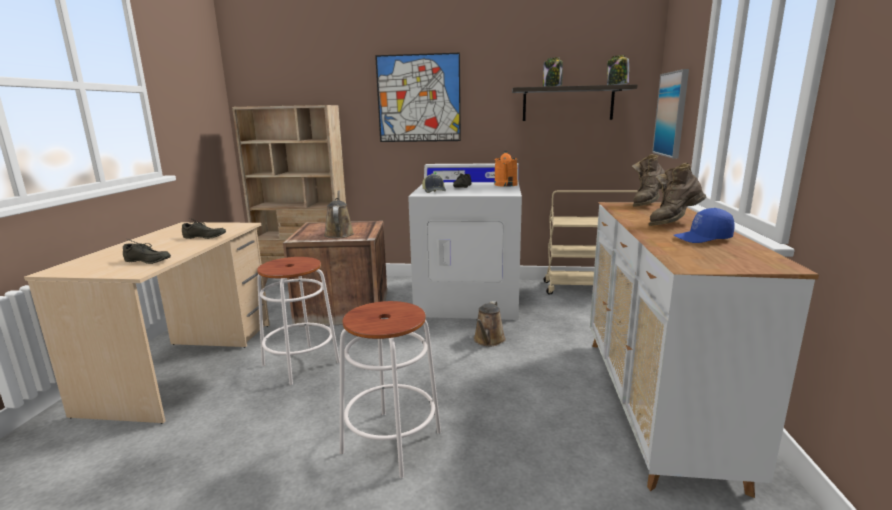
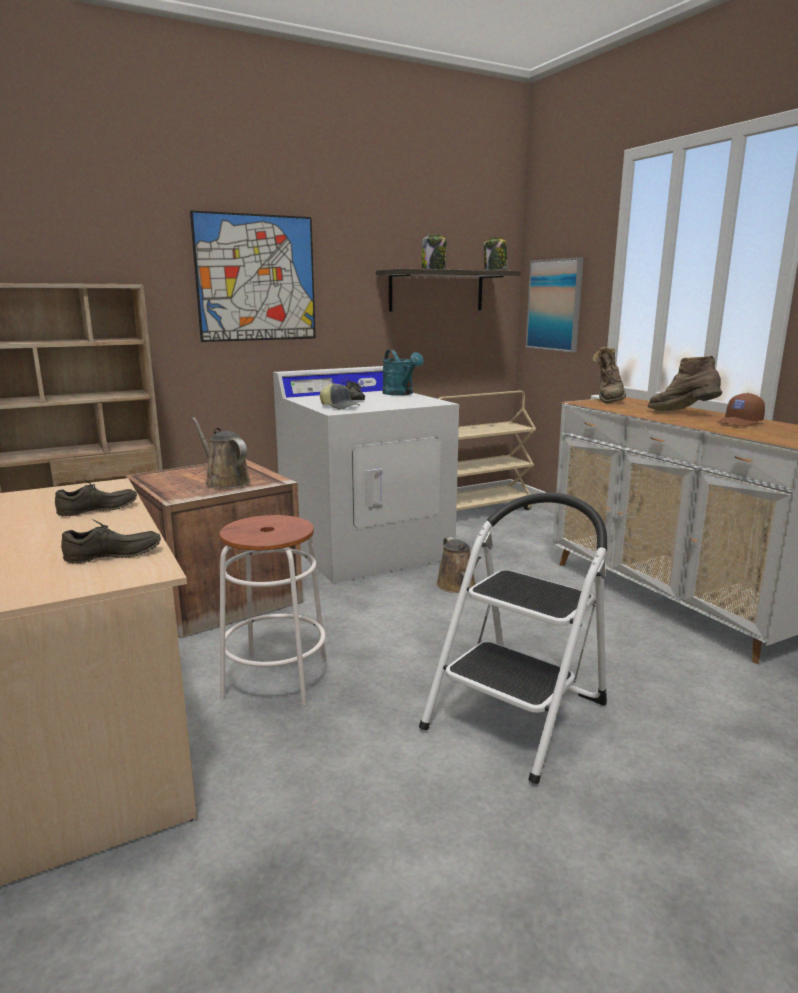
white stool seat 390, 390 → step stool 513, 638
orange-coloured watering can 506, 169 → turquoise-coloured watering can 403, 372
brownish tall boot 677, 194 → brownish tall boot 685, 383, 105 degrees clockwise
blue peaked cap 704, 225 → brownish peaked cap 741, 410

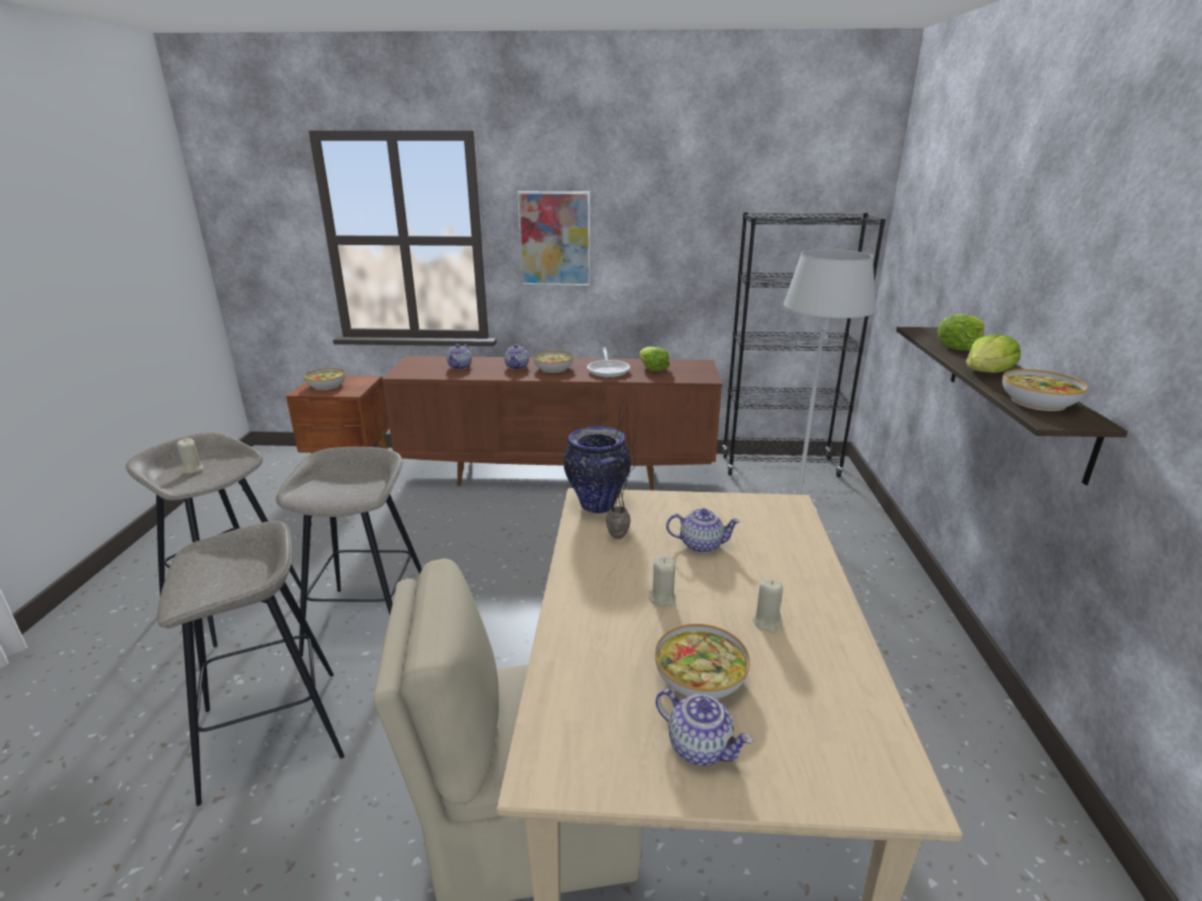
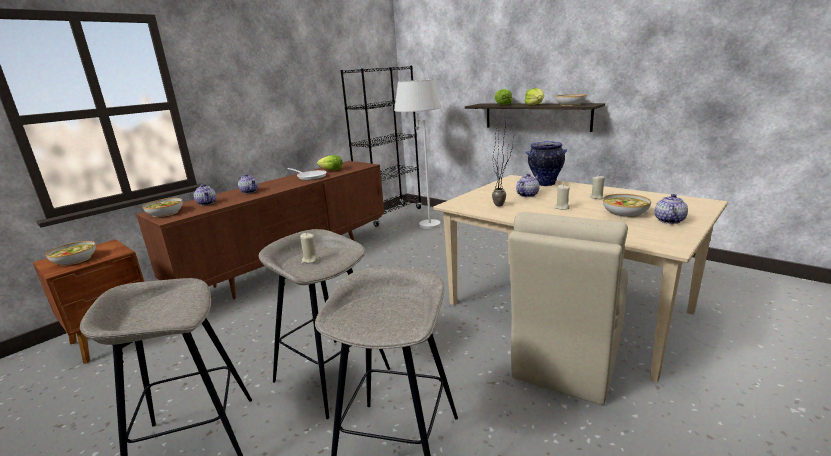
beige wax light 190, 456 → beige wax light 309, 248, shifted
wall picture 554, 238 → -
serving bowl 553, 362 → serving bowl 163, 207, shifted
vase 597, 470 → vase 546, 163, shifted
teapot 704, 727 → teapot 671, 209, 45 degrees counterclockwise

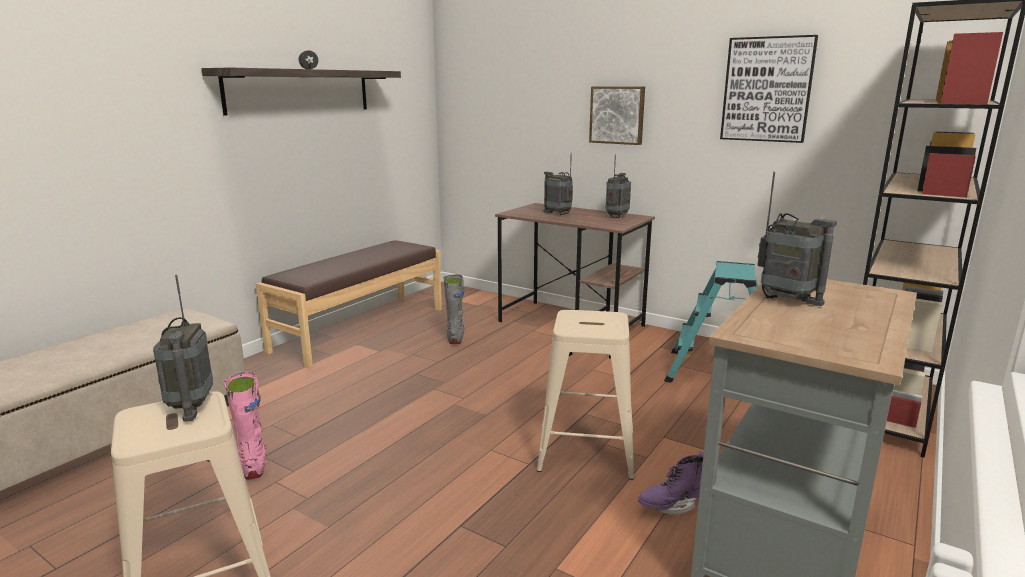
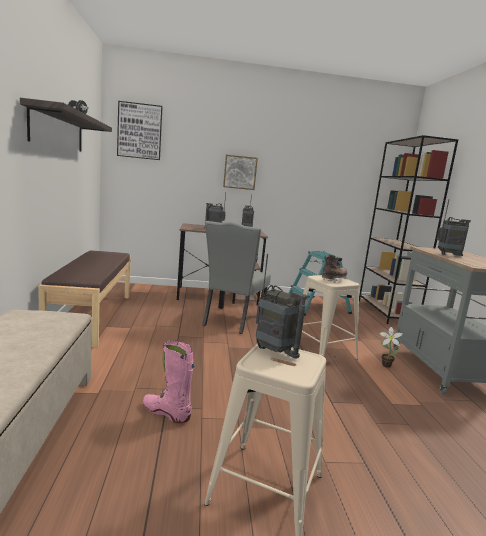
grey tall boot 453, 309 → -
purple tall boot 671, 483 → plant in a pot 391, 347
wall picture 769, 89 → wall picture 140, 130, shifted
- → grey chair 236, 277
- → brownish tall boot 334, 268

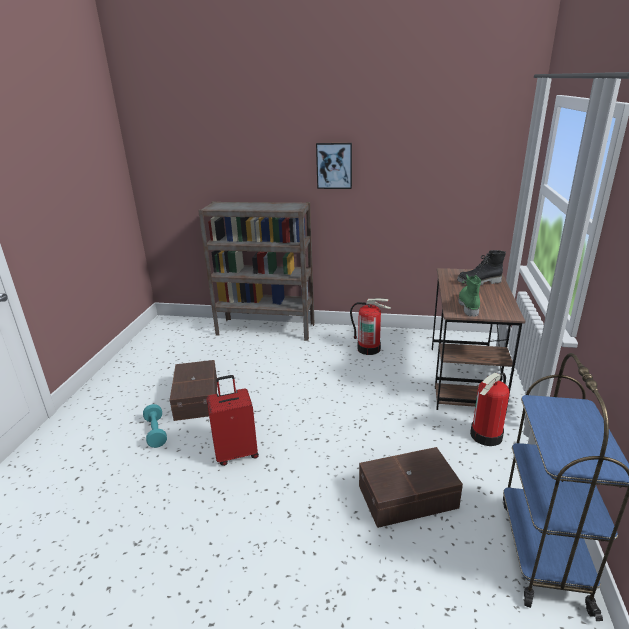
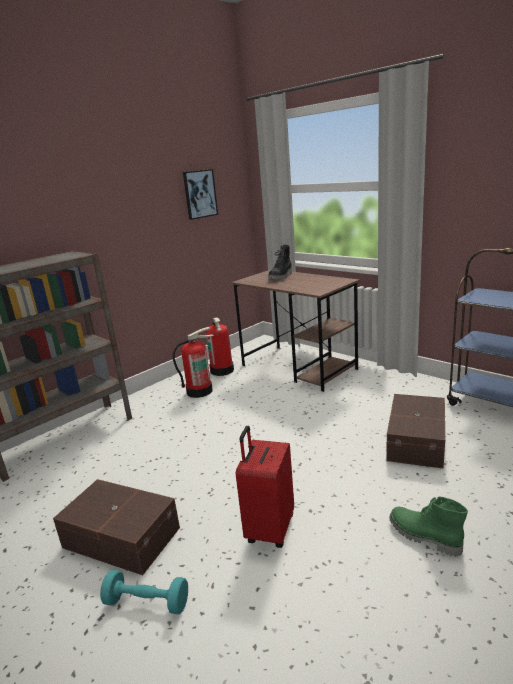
wall picture 334, 166 → wall picture 200, 194, shifted
green-coloured tall boot 470, 295 → green-coloured tall boot 428, 526, shifted
fire-fighting cylinder 490, 409 → fire-fighting cylinder 220, 346, shifted

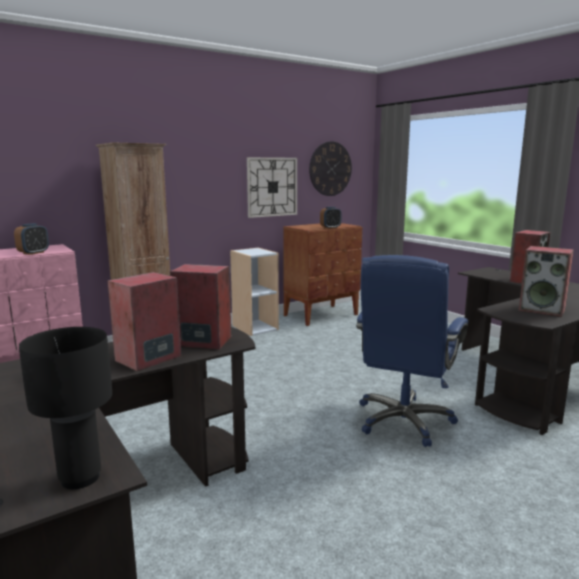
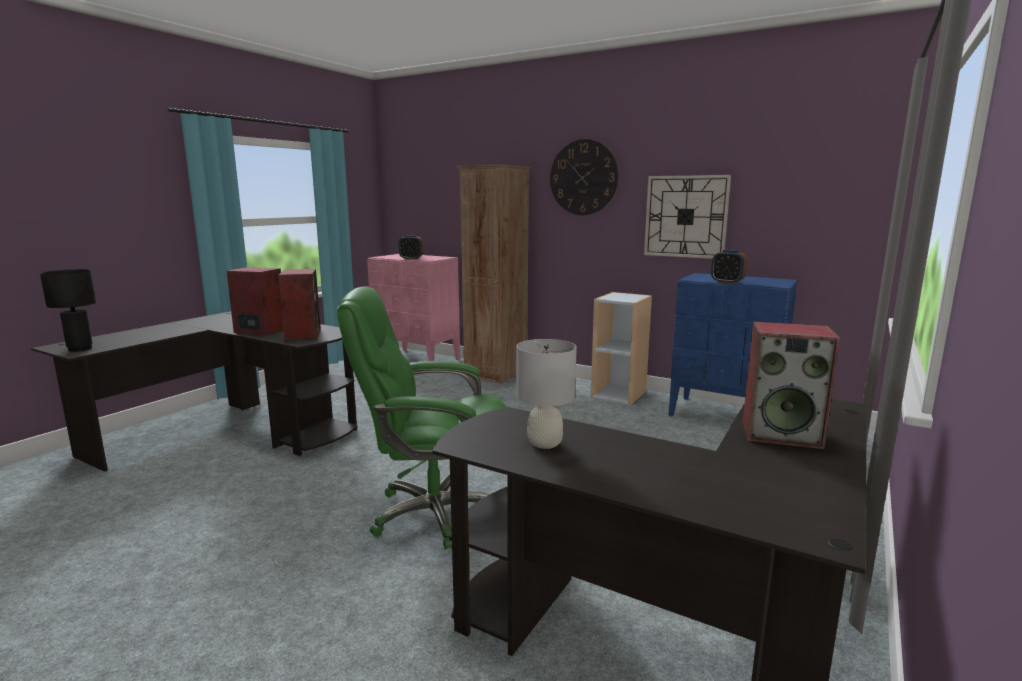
brownish chest of drawers 322, 274 → blue chest of drawers 733, 345
hanging clock 330, 168 → hanging clock 584, 177, shifted
blue computer chair 412, 351 → green-coloured computer chair 421, 417
speaker 546, 281 → grey lamp for a table 546, 394

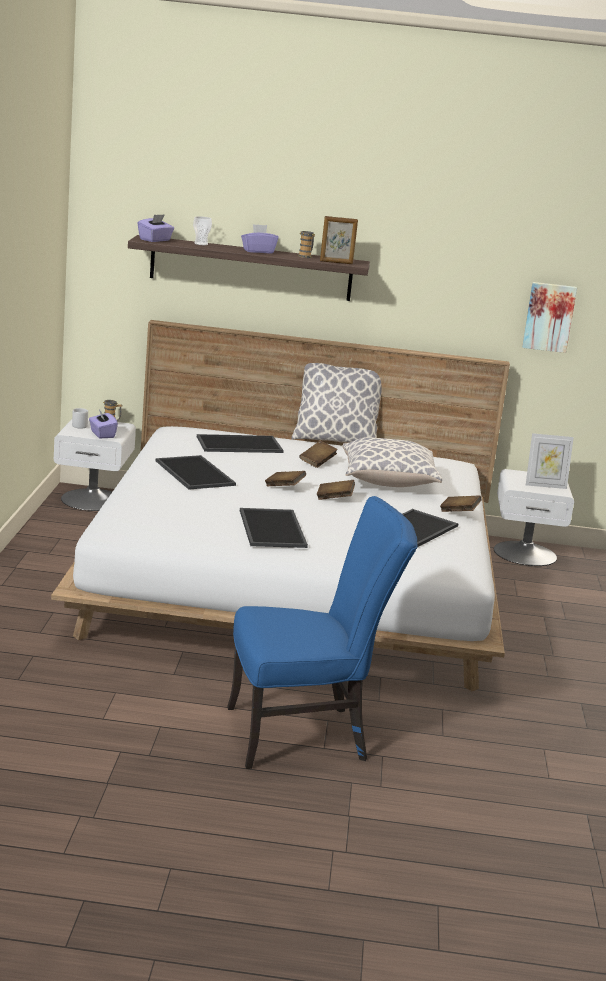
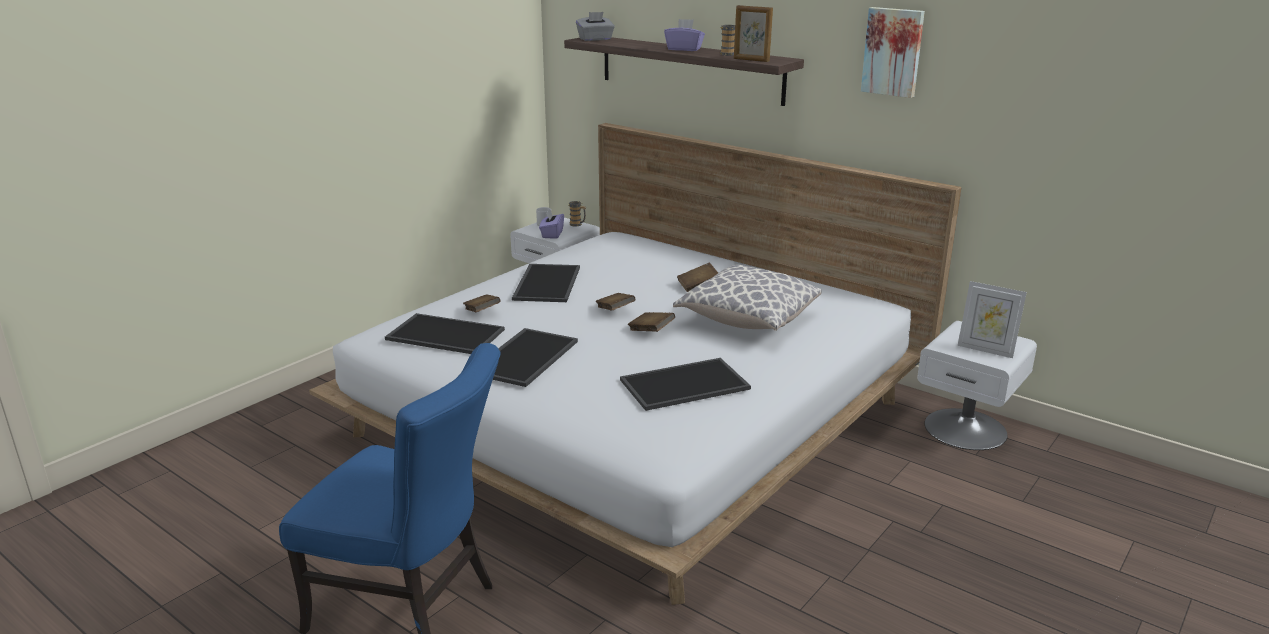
purple tissue holder 156, 228 → grey tissue holder 595, 26
drinking cup 202, 230 → -
tray 240, 443 → tray 445, 333, shifted
throw pillow 336, 403 → -
brownish bound book 460, 504 → brownish bound book 482, 303, shifted
wall picture 549, 317 → wall picture 893, 52, shifted

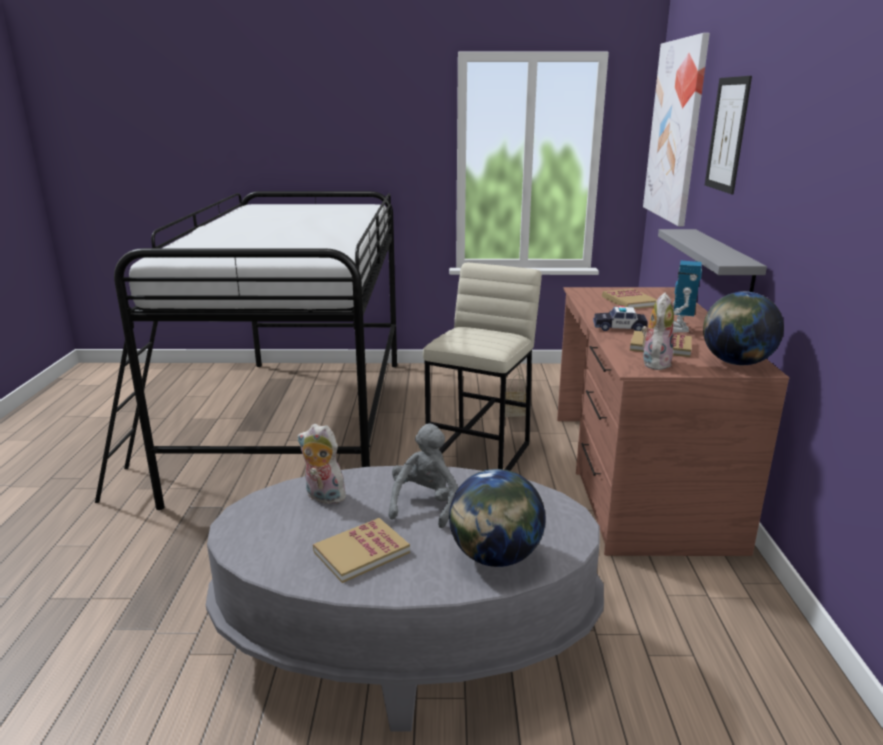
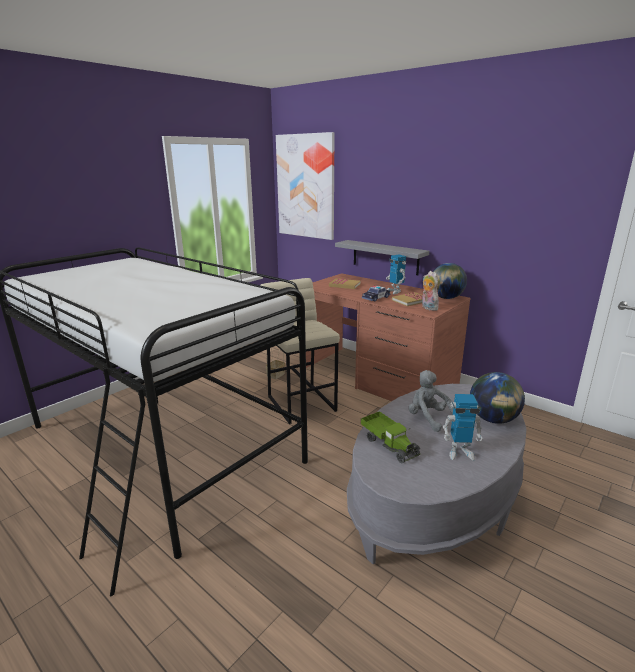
soft toy 321, 464 → toy truck 391, 437
bound book 361, 550 → model robot 463, 427
wall picture 728, 135 → -

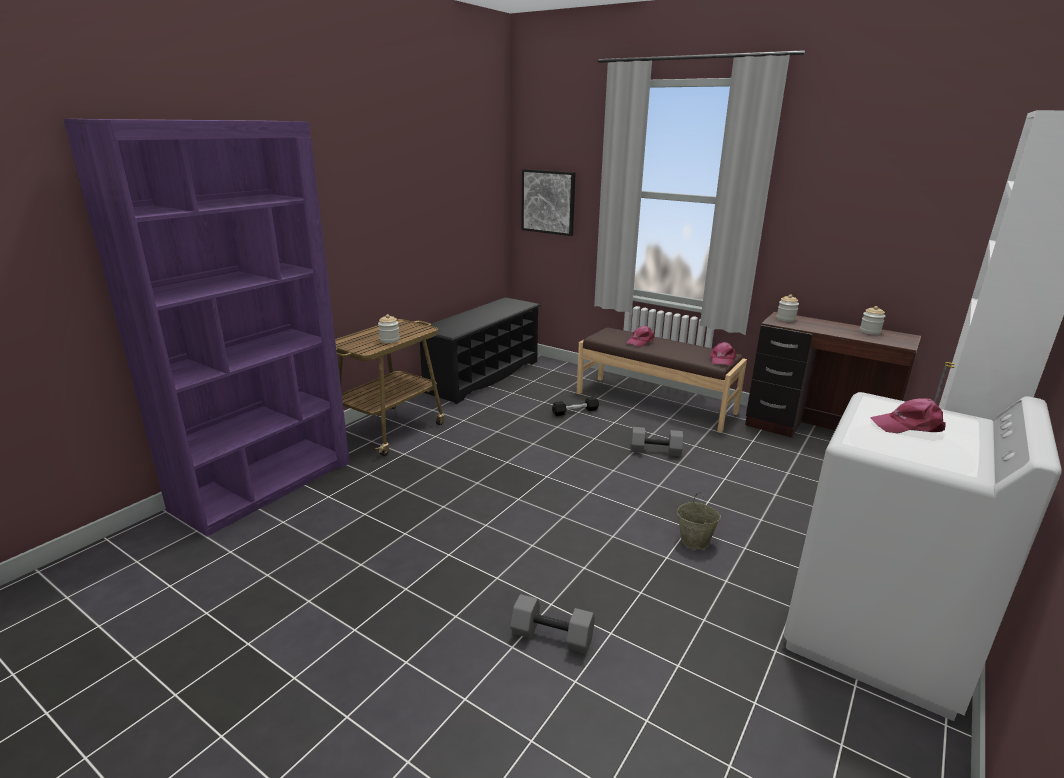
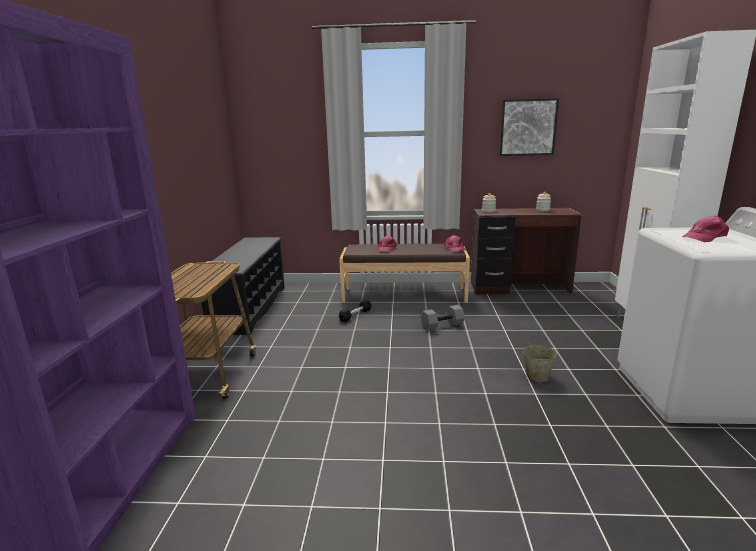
storage jar 389, 328 → -
grey hand weight 552, 624 → -
wall picture 548, 202 → wall picture 529, 127, shifted

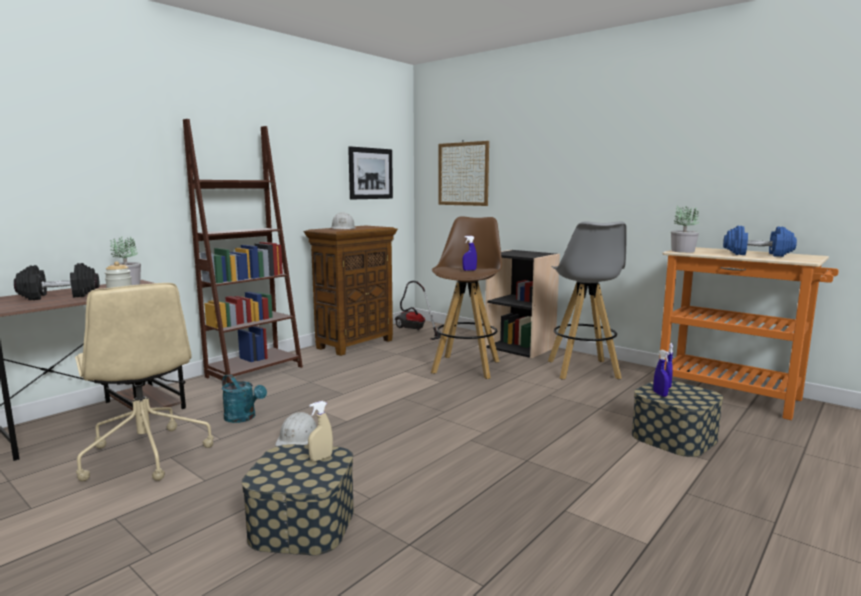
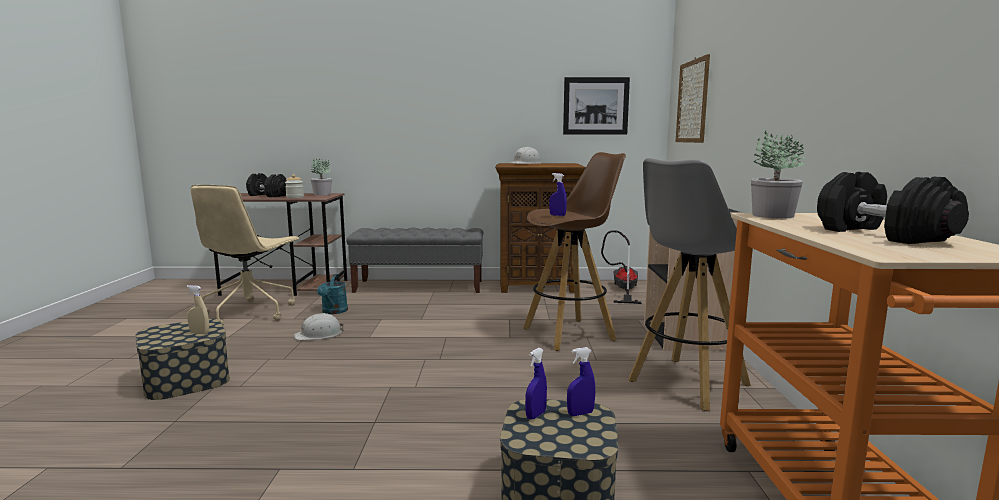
brownish shelving unit 243, 251 → grey long seat 414, 260
blue hand weight 760, 241 → black-coloured hand weight 893, 208

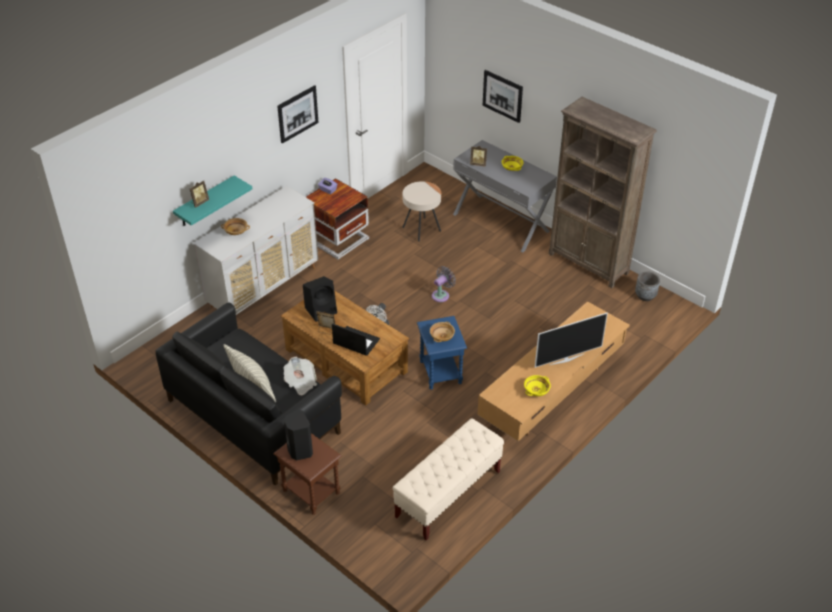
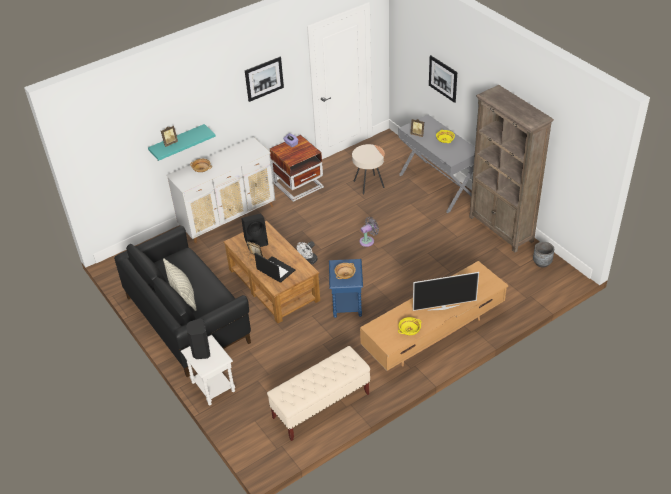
brownish side table 307, 474 → white side table 208, 370
daily paper 300, 376 → -

